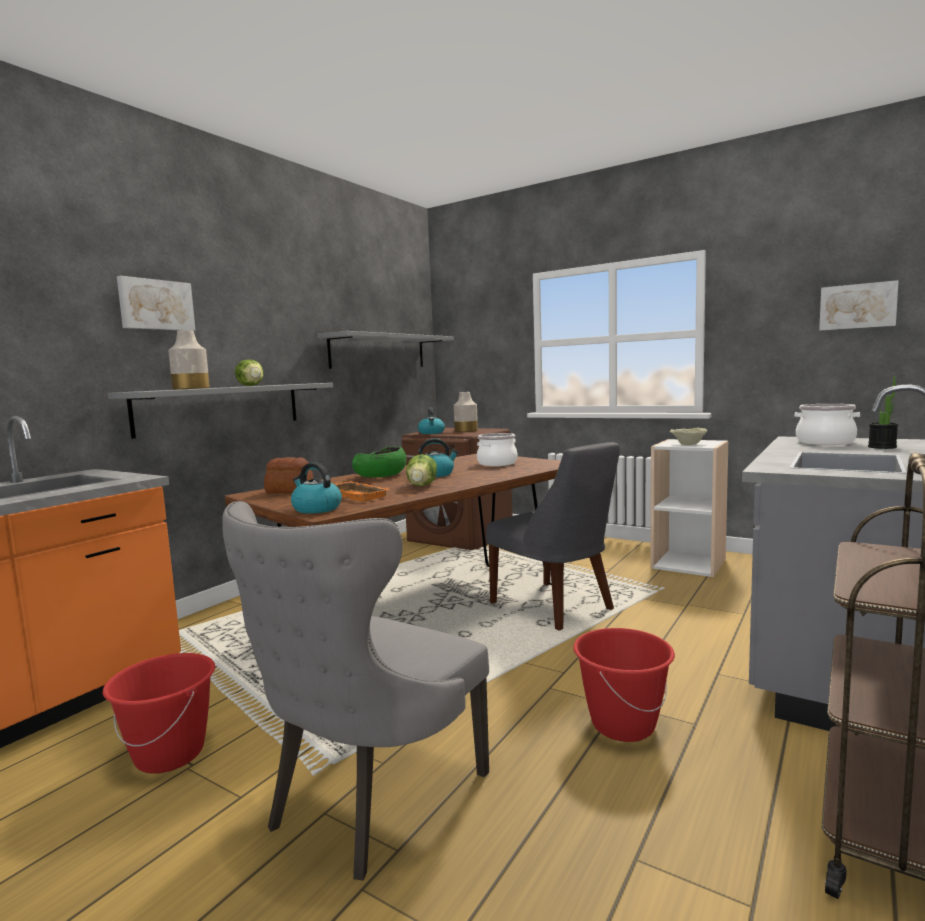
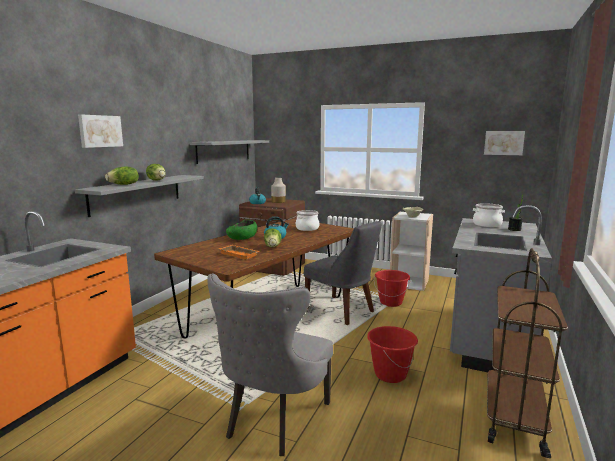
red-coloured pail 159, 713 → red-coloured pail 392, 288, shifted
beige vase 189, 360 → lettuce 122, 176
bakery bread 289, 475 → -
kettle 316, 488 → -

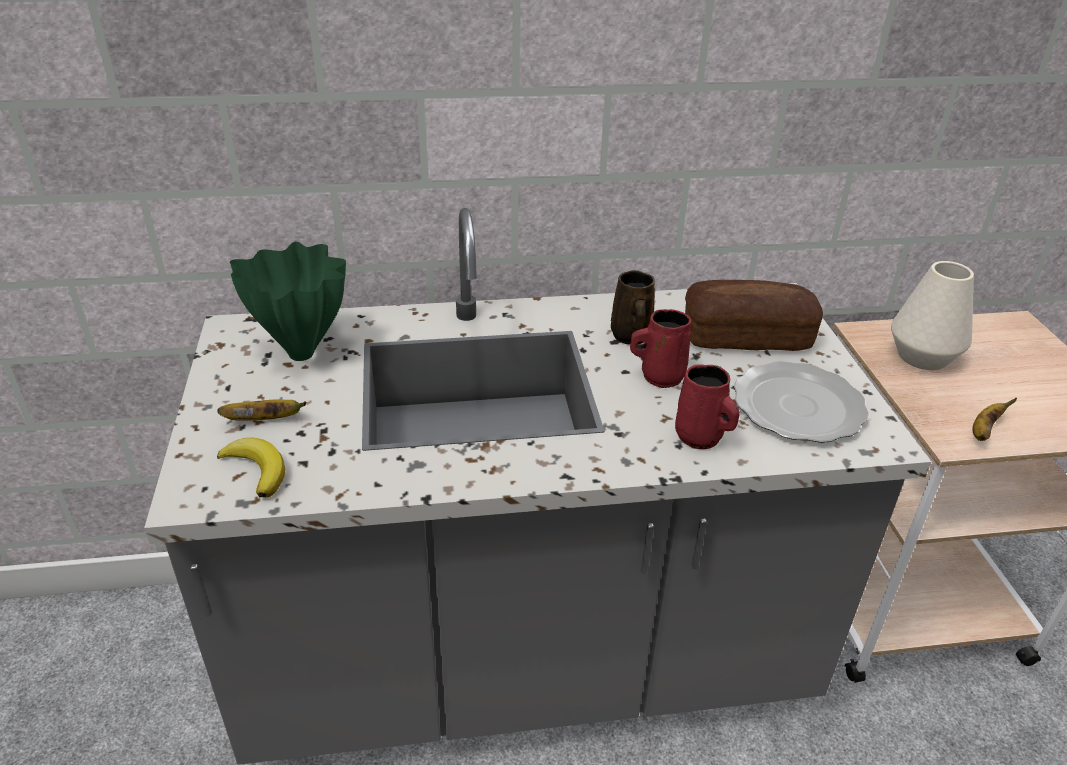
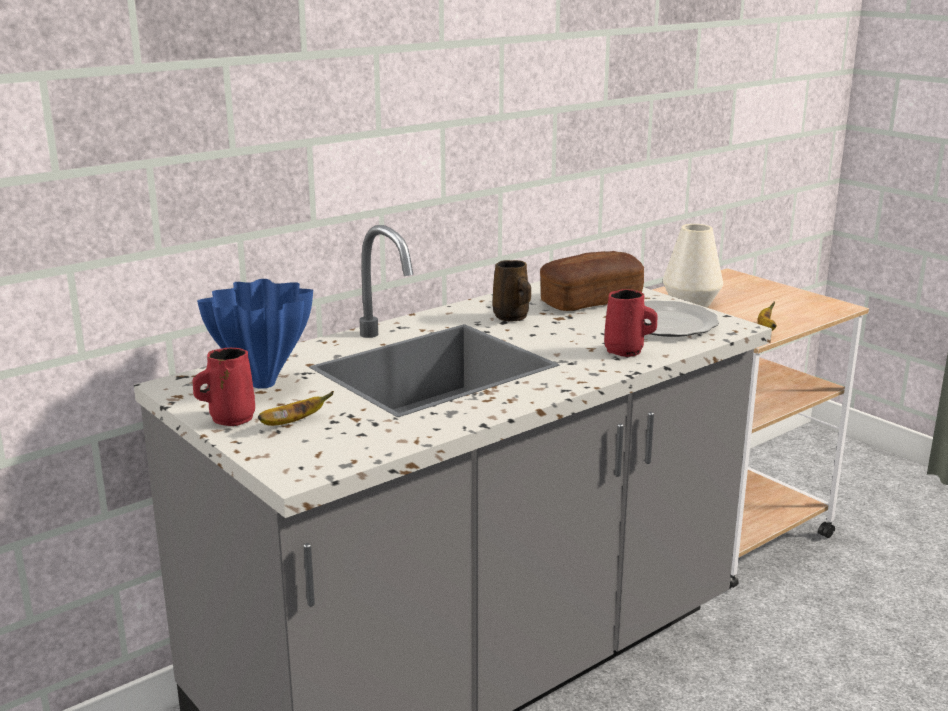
banana 251, 467 → -
green-coloured vase 288, 301 → blue vase 255, 334
red-coloured coffee mug 661, 348 → red-coloured coffee mug 224, 387, shifted

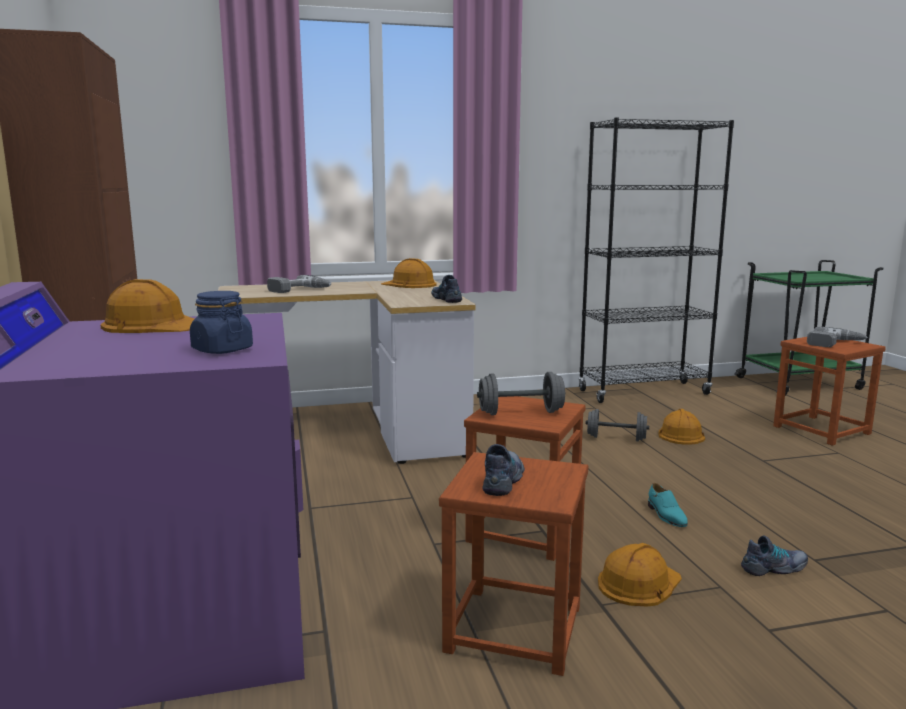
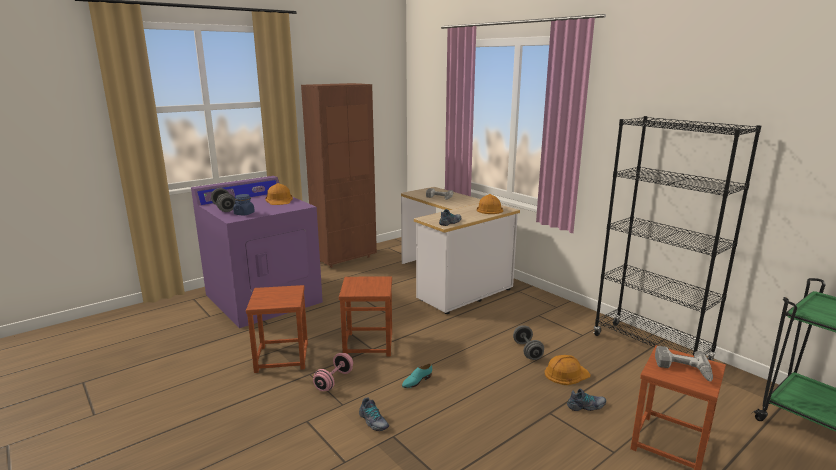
grey hand weight 521, 393 → grey hand weight 223, 200, shifted
item of footwear 503, 470 → item of footwear 586, 399, shifted
orange-coloured work helmet 640, 575 → pinkish hand weight 333, 372

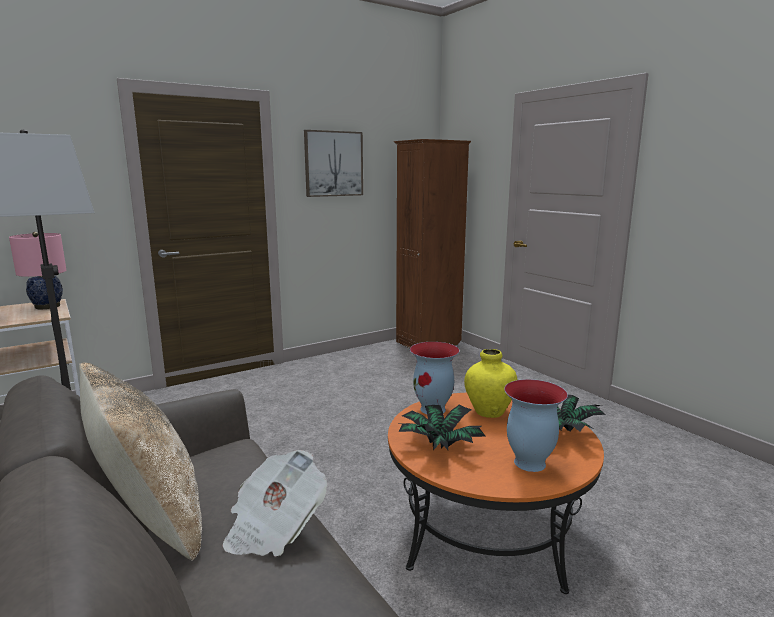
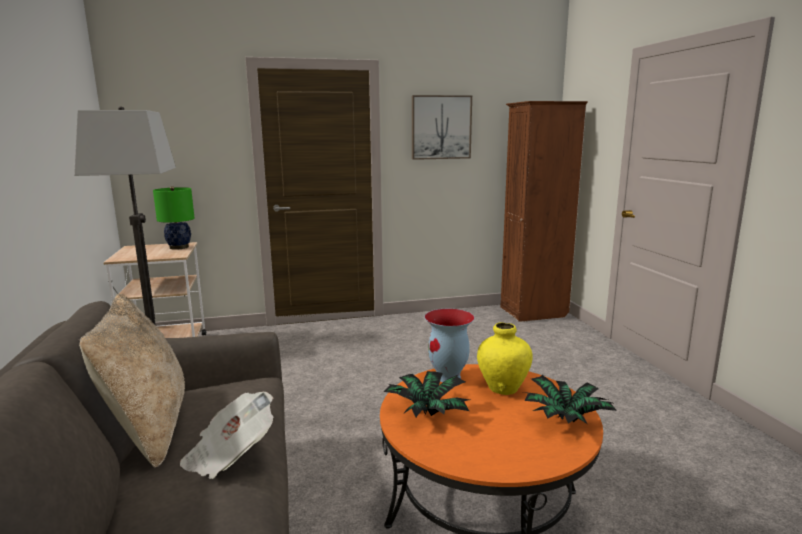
pinkish lamp for a table 37, 270 → green-coloured lamp for a table 173, 218
vase 536, 425 → -

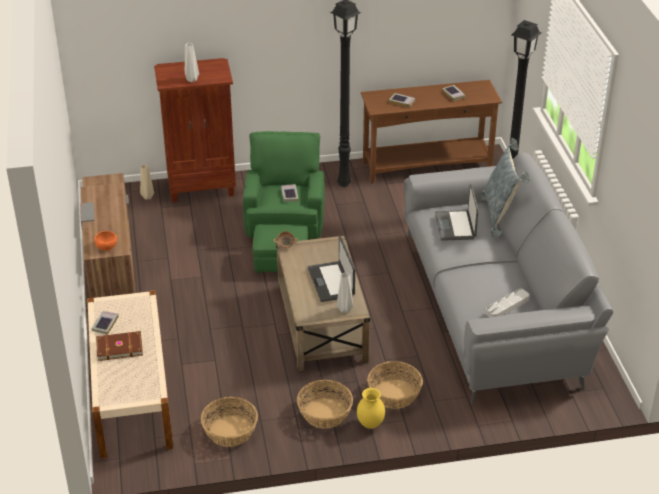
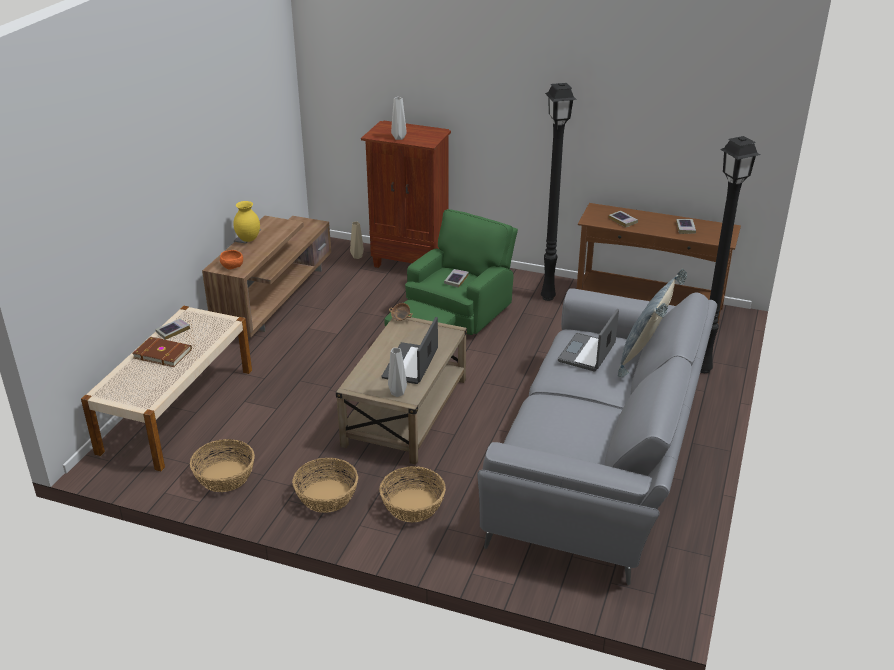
yellowish vase 371, 408 → yellowish vase 246, 221, shifted
grey tray 507, 303 → -

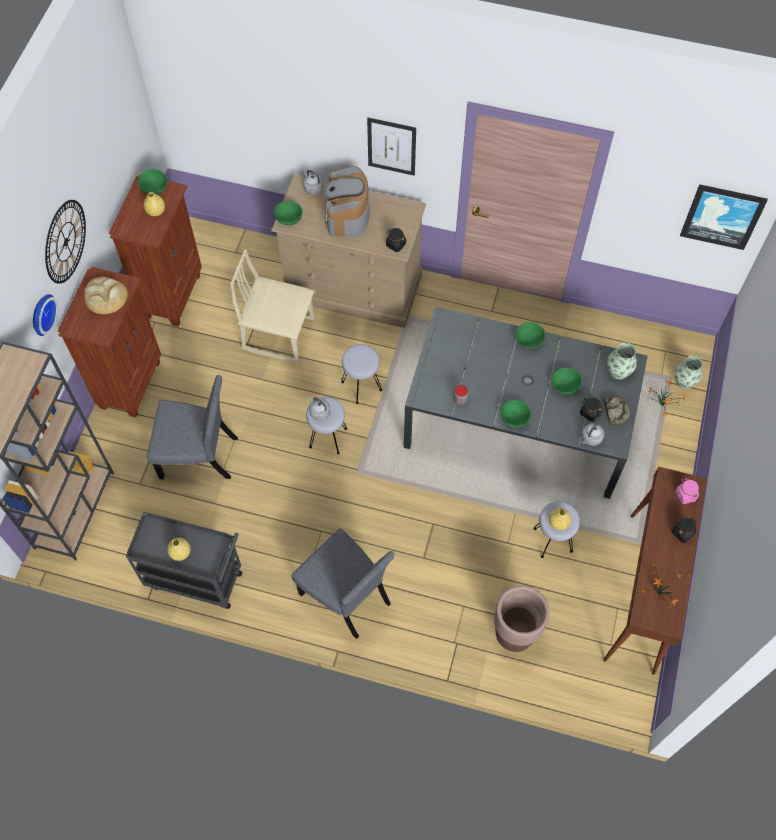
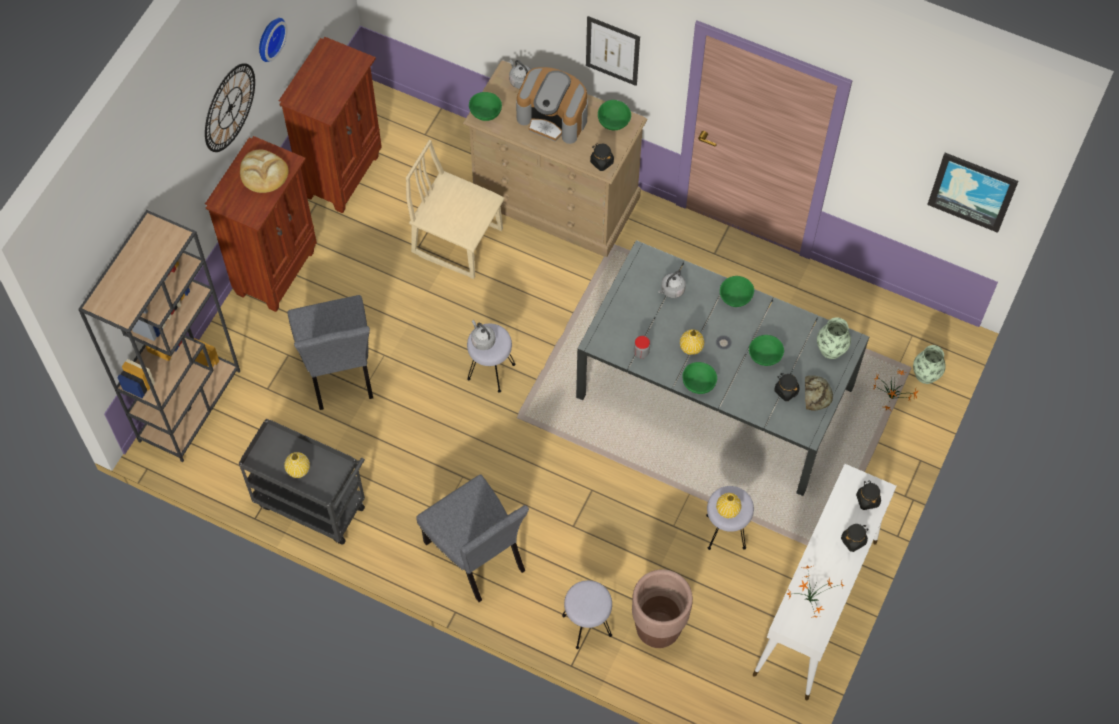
hanging clock 45, 315 → hanging clock 273, 40, shifted
green-coloured serving bowl 153, 182 → green-coloured serving bowl 614, 115, shifted
yellowish vase 154, 204 → yellowish vase 692, 342, shifted
grey chair 192, 427 → grey chair 330, 352, 60 degrees clockwise
coffee brewer 347, 201 → coffee brewer 552, 105, 75 degrees counterclockwise
grey stool seat 361, 374 → grey stool seat 587, 614, shifted
grey kettle 592, 433 → grey kettle 672, 284, shifted
brownish hall table 655, 571 → white hall table 824, 582
pinkish storage jar 687, 491 → black-coloured storage jar 868, 495

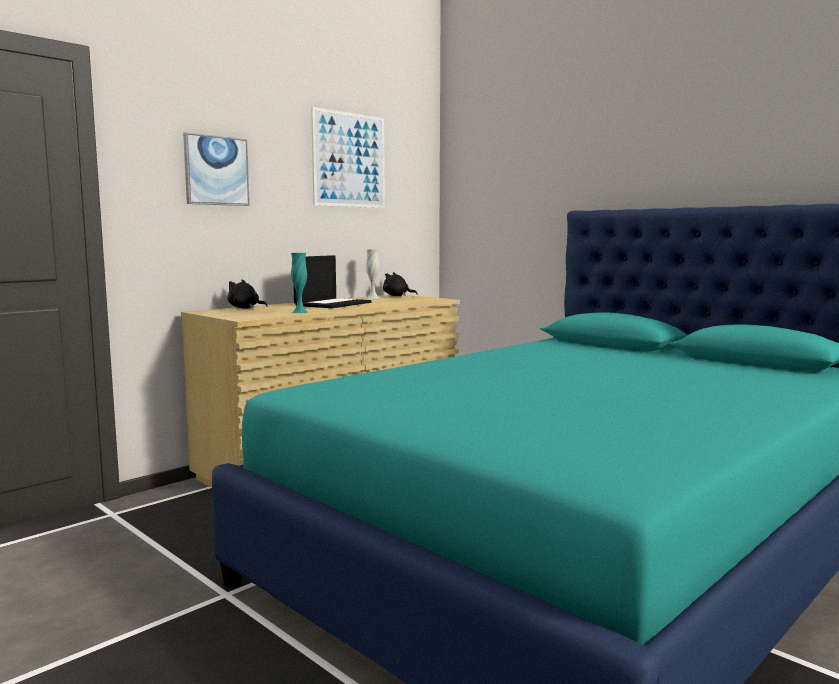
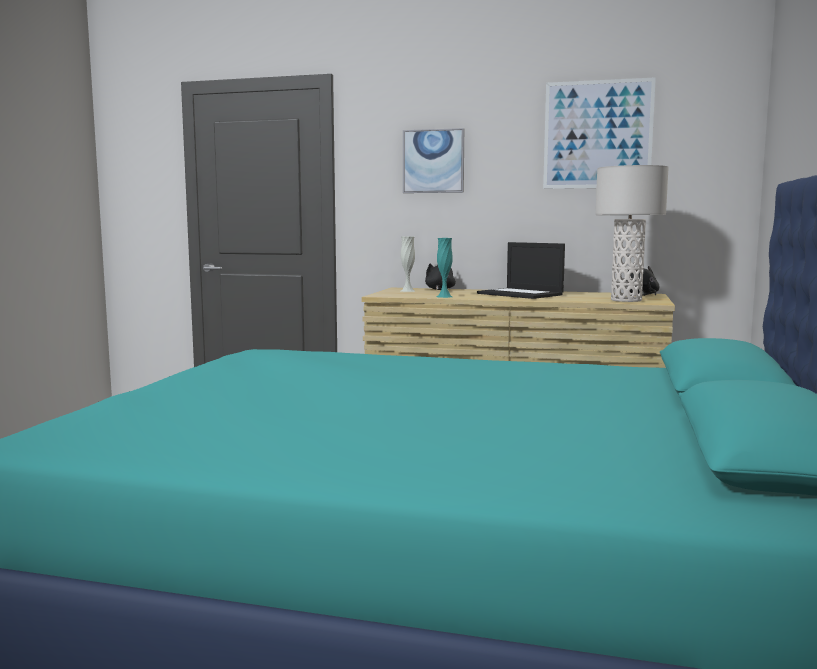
notebook computer 332, 281 → notebook computer 521, 270, 45 degrees clockwise
white vase 372, 274 → white vase 408, 264, shifted
- → white lamp for a table 632, 233

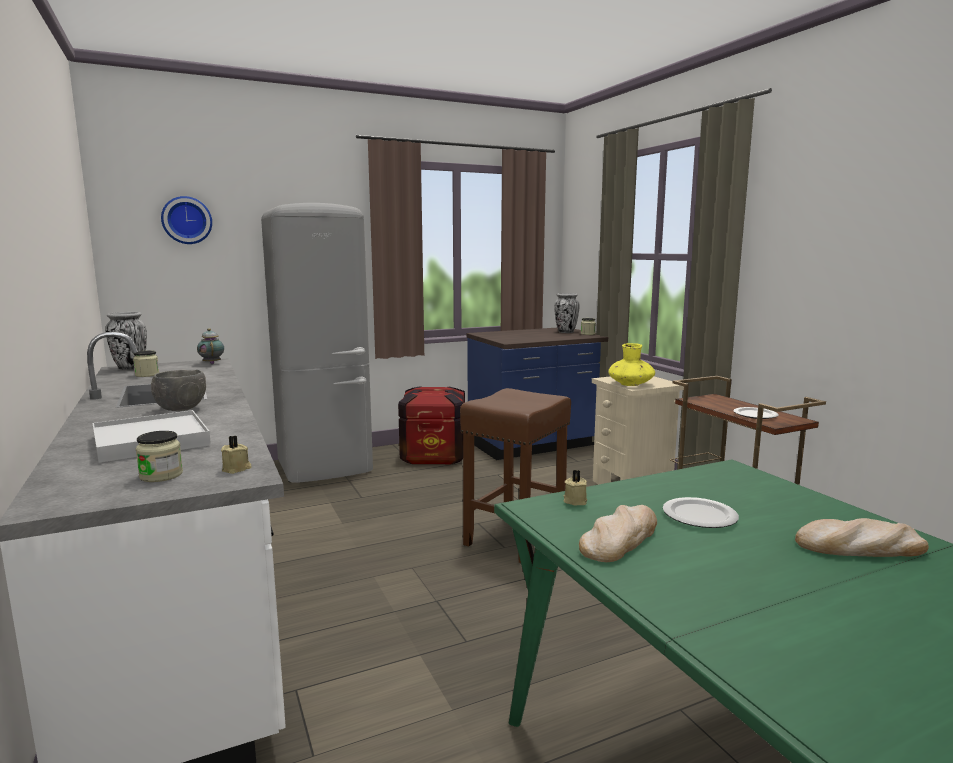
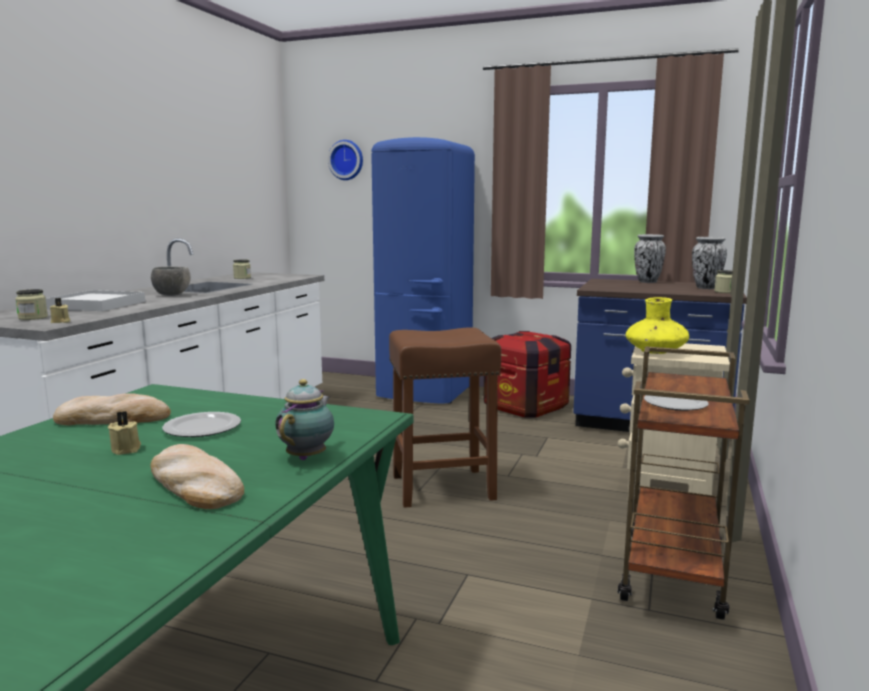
vase 126, 341 → vase 650, 258, shifted
teapot 210, 346 → teapot 304, 419, shifted
grey kitchen fridge 317, 343 → blue kitchen fridge 423, 270
beige wax light 575, 487 → beige wax light 124, 433, shifted

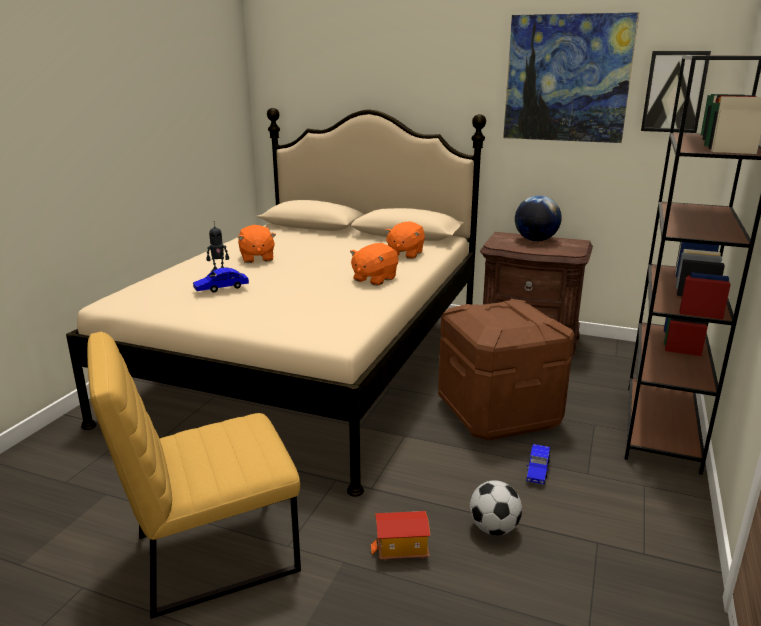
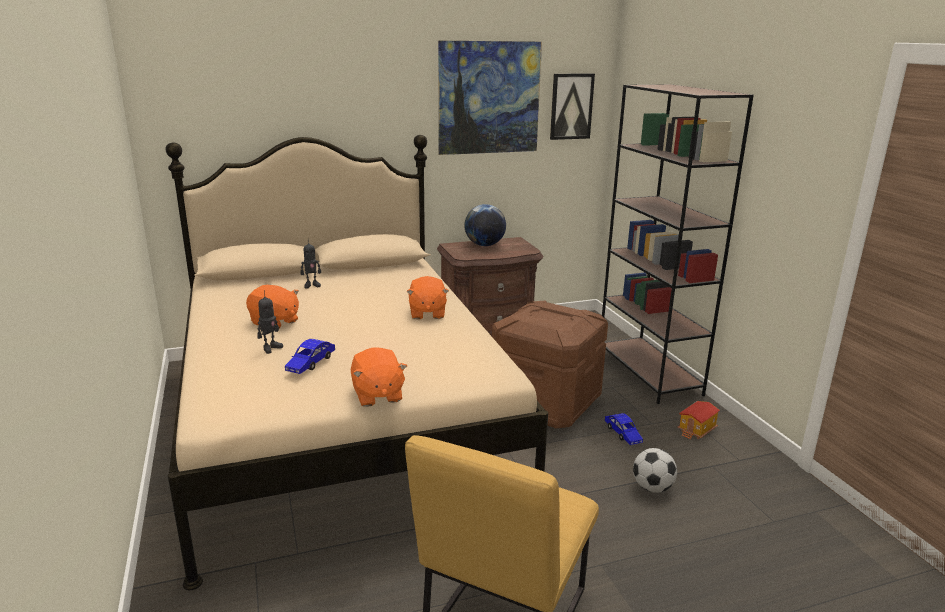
toy house 400, 535 → toy house 698, 420, shifted
orange-coloured soft toy 405, 240 → orange-coloured soft toy 379, 377, shifted
- → model robot 310, 263

